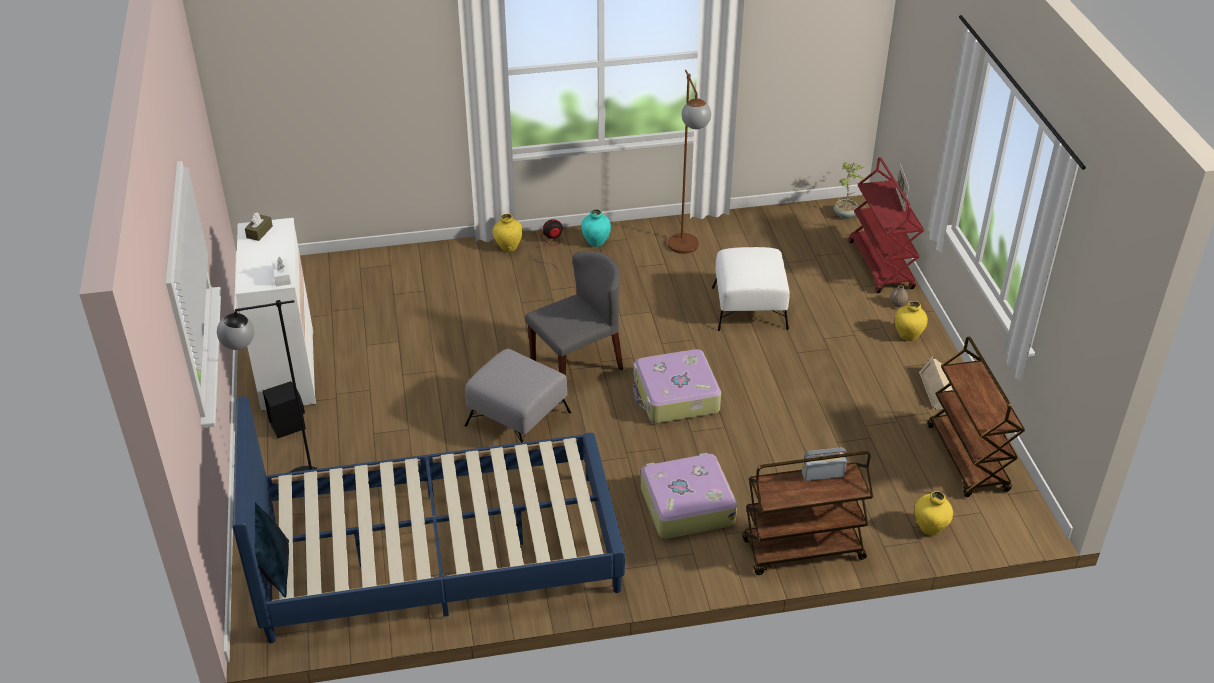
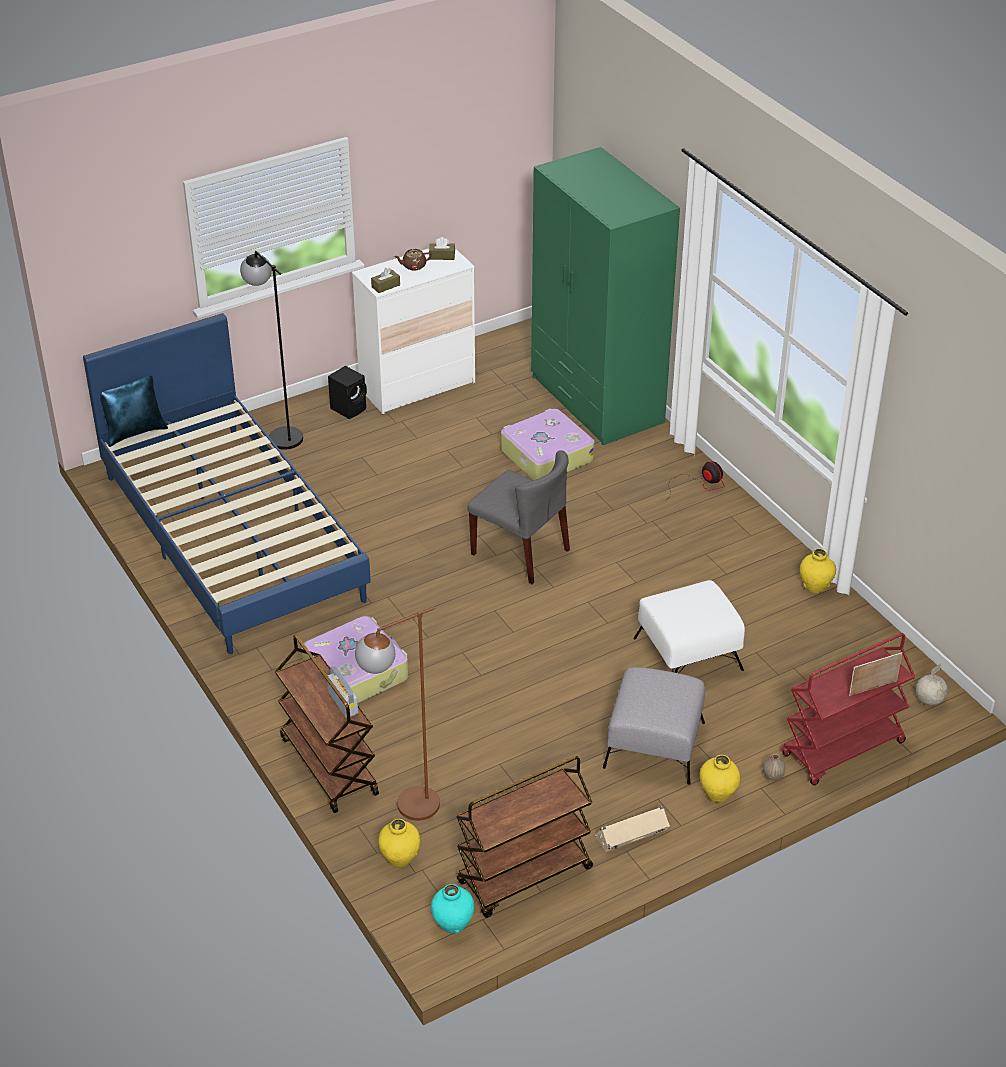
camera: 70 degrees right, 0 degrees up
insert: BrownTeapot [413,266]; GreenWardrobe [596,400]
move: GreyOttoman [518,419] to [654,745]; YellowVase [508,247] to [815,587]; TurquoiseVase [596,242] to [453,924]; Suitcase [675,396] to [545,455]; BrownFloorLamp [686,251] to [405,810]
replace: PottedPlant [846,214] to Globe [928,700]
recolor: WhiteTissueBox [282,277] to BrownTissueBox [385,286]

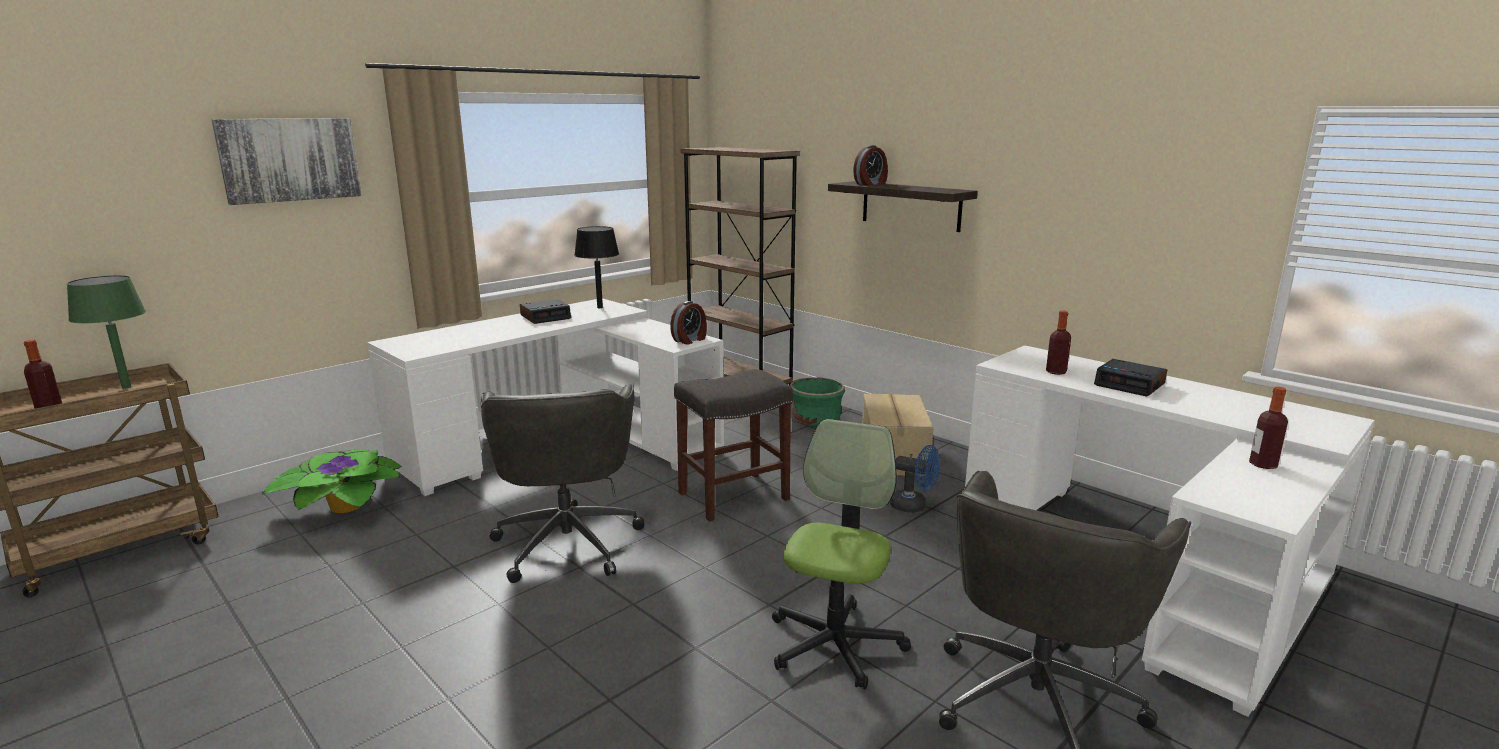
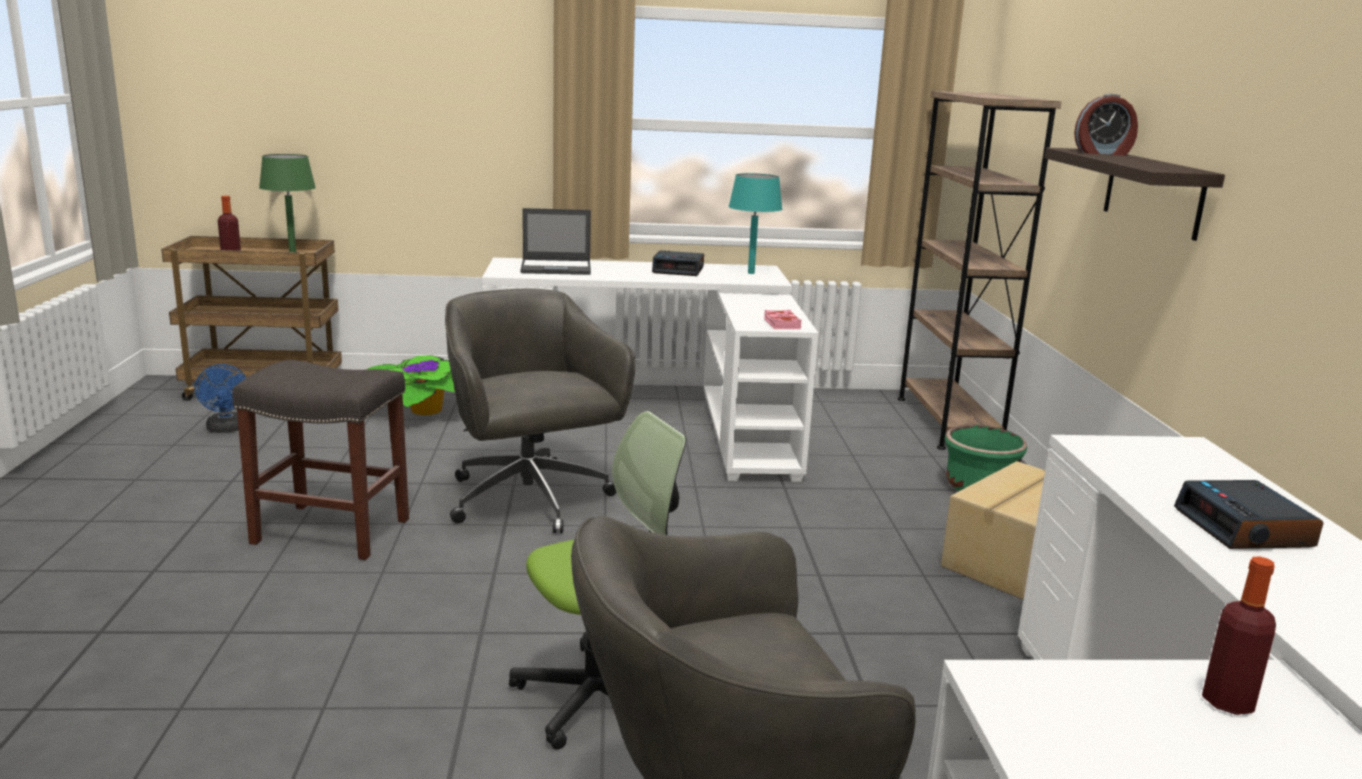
camera: 40 degrees right, 0 degrees up
delete: Picture [290,159]; Bottle [1056,372]
insert: Laptop [557,268]
move: GreyStool [732,497] to [329,531]; BlueFan [914,506] to [227,429]
replace: AlarmClock [690,340] to PinkBook [781,324]
recolor: BlackTableLamp [600,307] to TurquoiseTableLamp [751,273]
rotate: GreyOfficeChair [568,541] = [530,501] 120 degrees clockwise

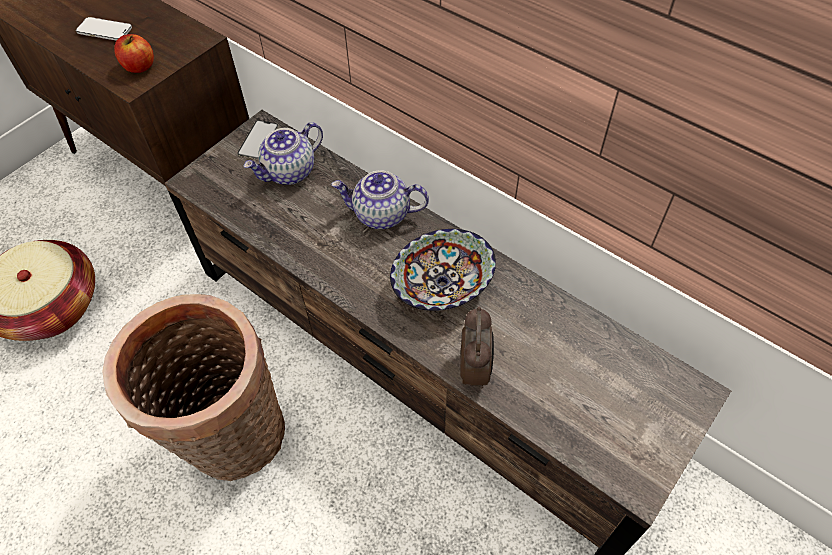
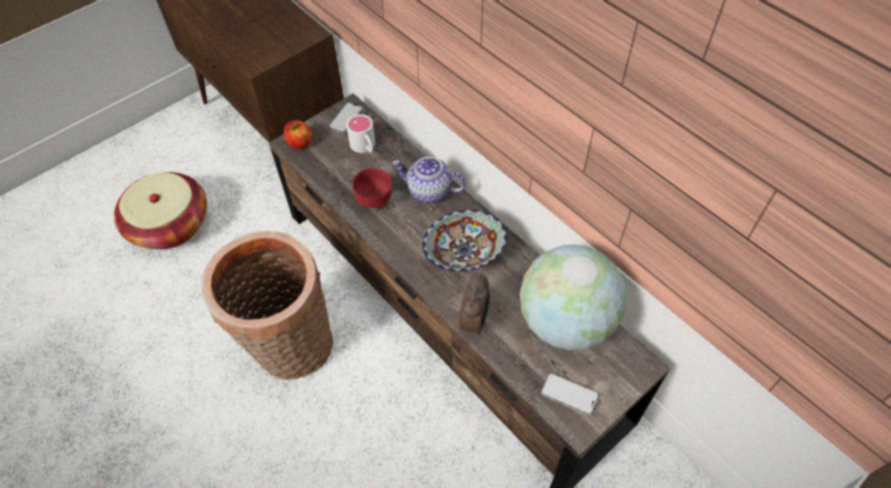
camera: 10 degrees right, 0 degrees up
insert: RedBowl [374,201]; Globe [565,322]
move: Phone [105,31] to [569,395]; Apple [139,66] to [300,143]
replace: Teapot [289,172] to WhiteMug [365,147]

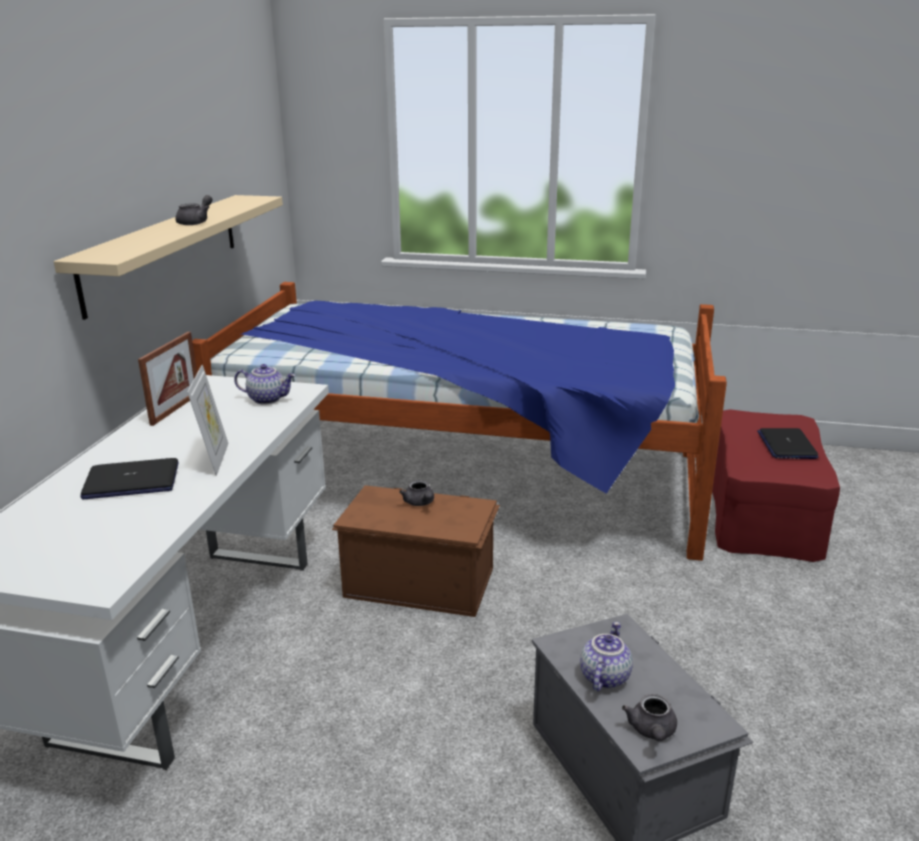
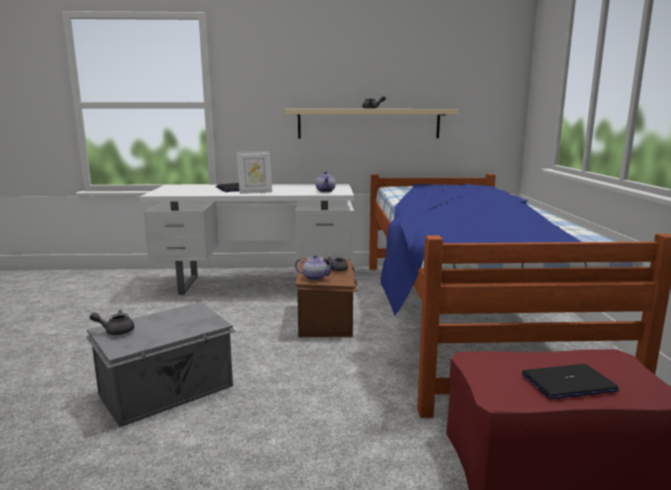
camera: 75 degrees right, 10 degrees down
delete: PictureFrame [176,408]
move: Teapot [603,676] to [315,277]

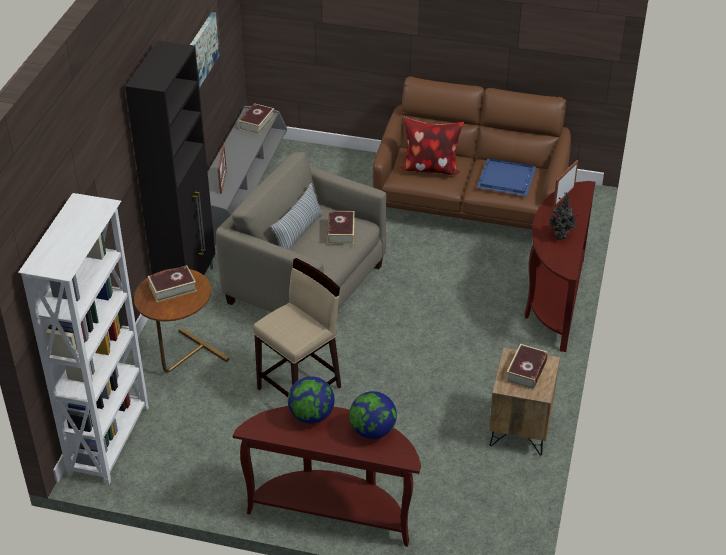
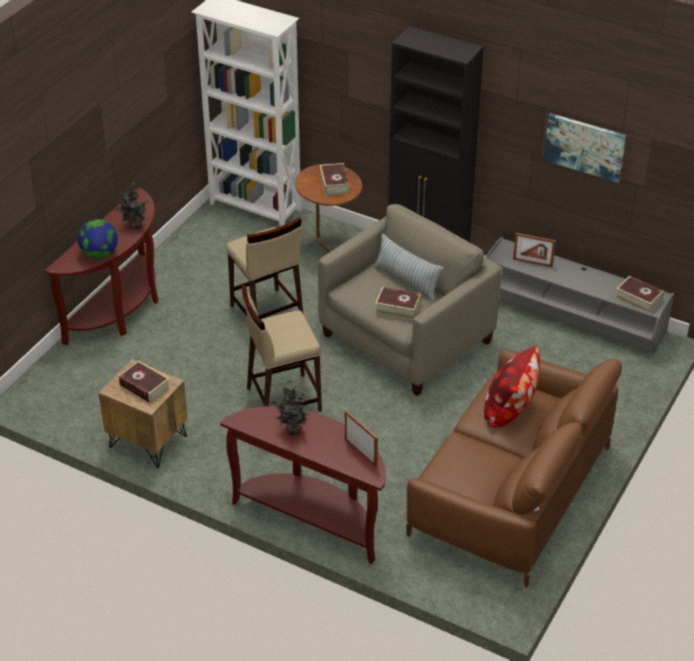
camera: 105 degrees right, 0 degrees up
delete: BlueTray [507,179]
insert: BeigeStool [282,399]
replace: Globe [311,415] to PottedPlant [135,226]

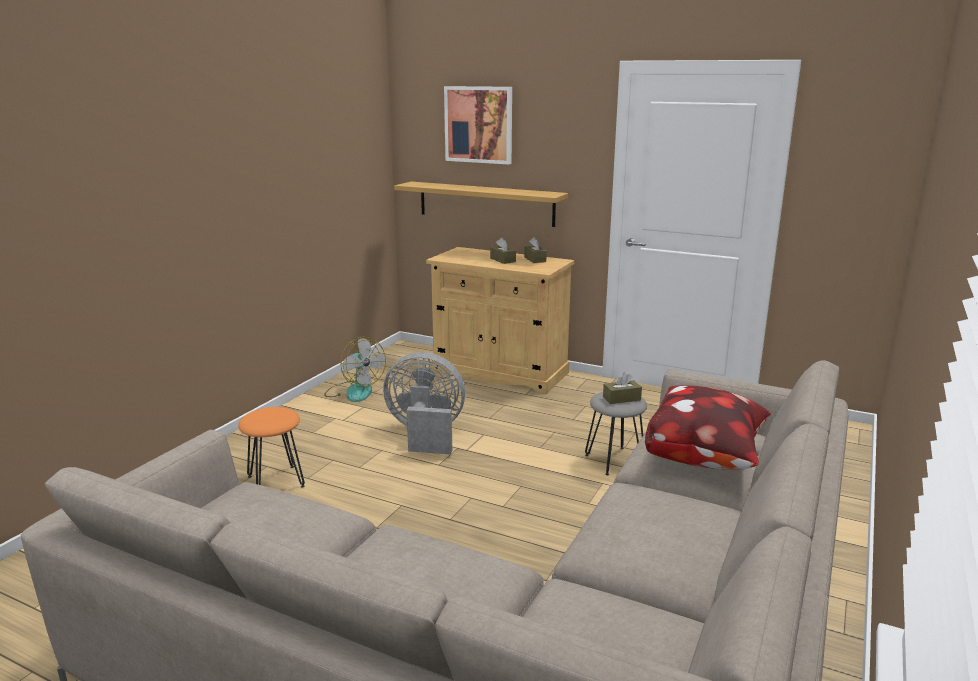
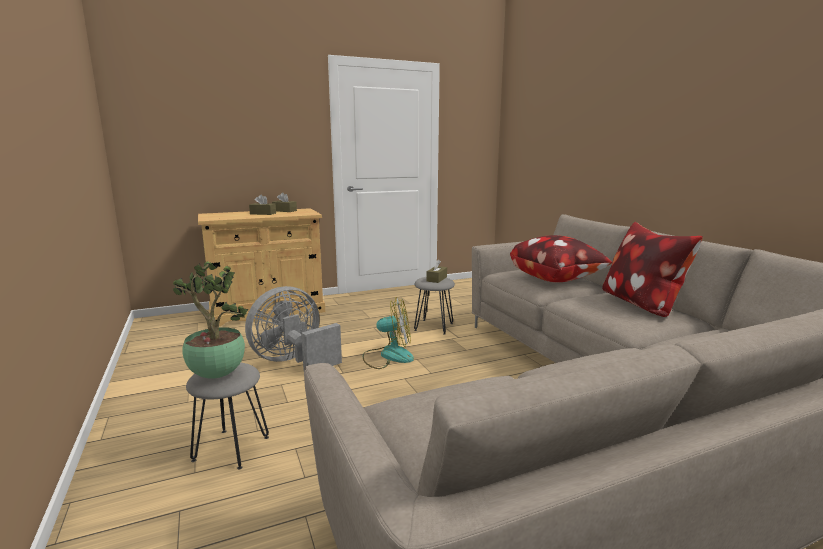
camera: 50 degrees left, 5 degrees down
delete: Shelf [485,203]; Picture [478,124]
insert: PottedPlant [215,375]; Pillow [641,305]
move: Fan [354,391] to [388,356]
recolor: OrangeStool [275,481] to GreyStool [230,448]

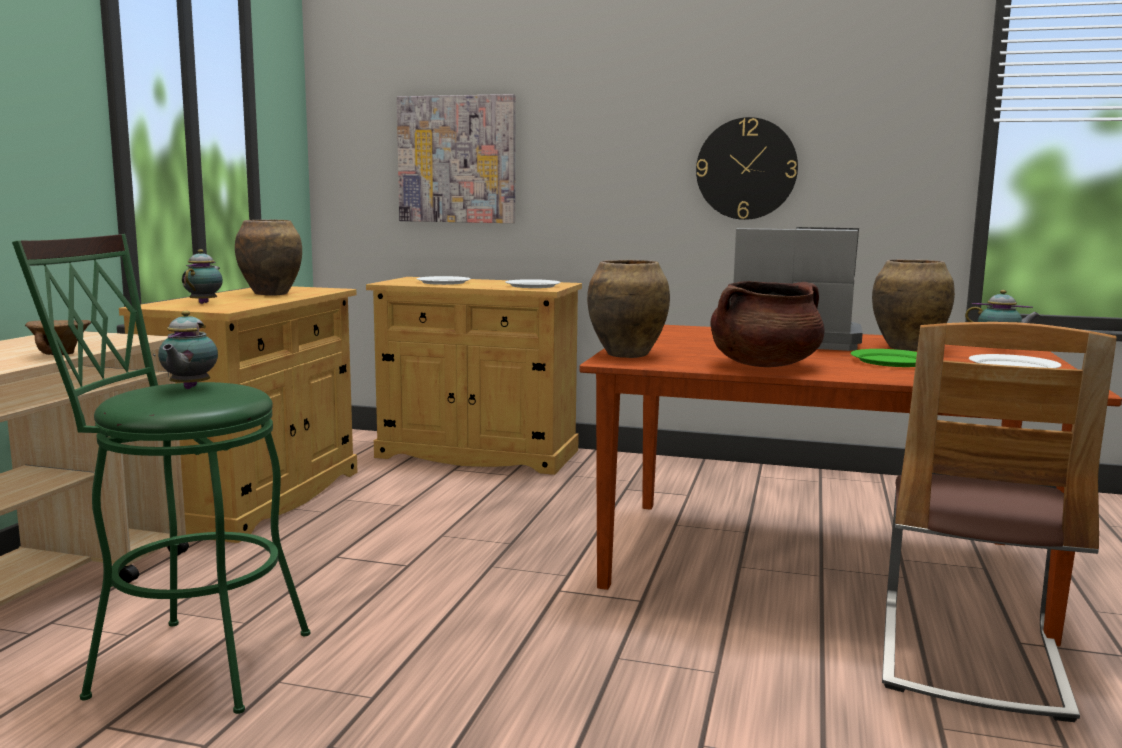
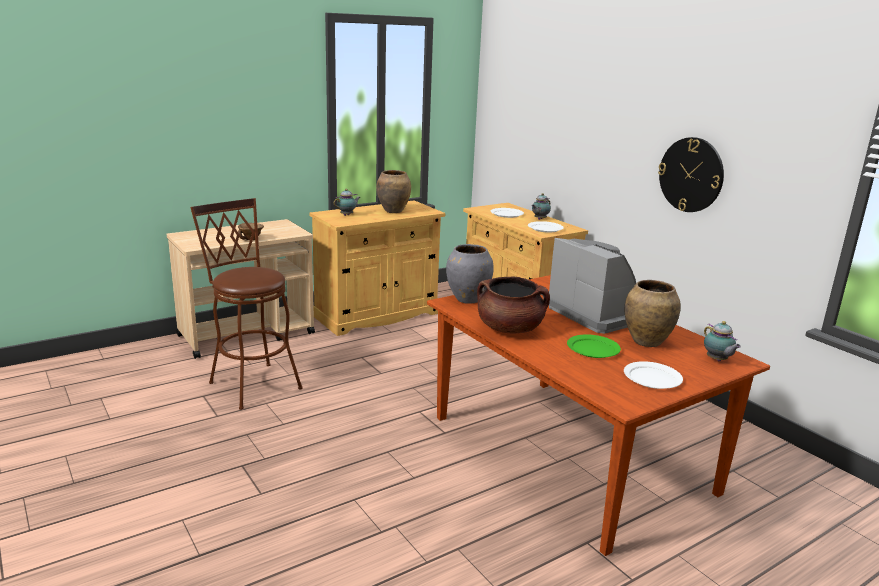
camera: 40 degrees right, 10 degrees up
delete: Picture [457,159]; Chair [970,658]
move: Teapot [188,388] to [539,219]
recolor: GreenStool [186,662] to BrownStool [252,382]; BrownVase [627,354] to GreyVase [468,299]

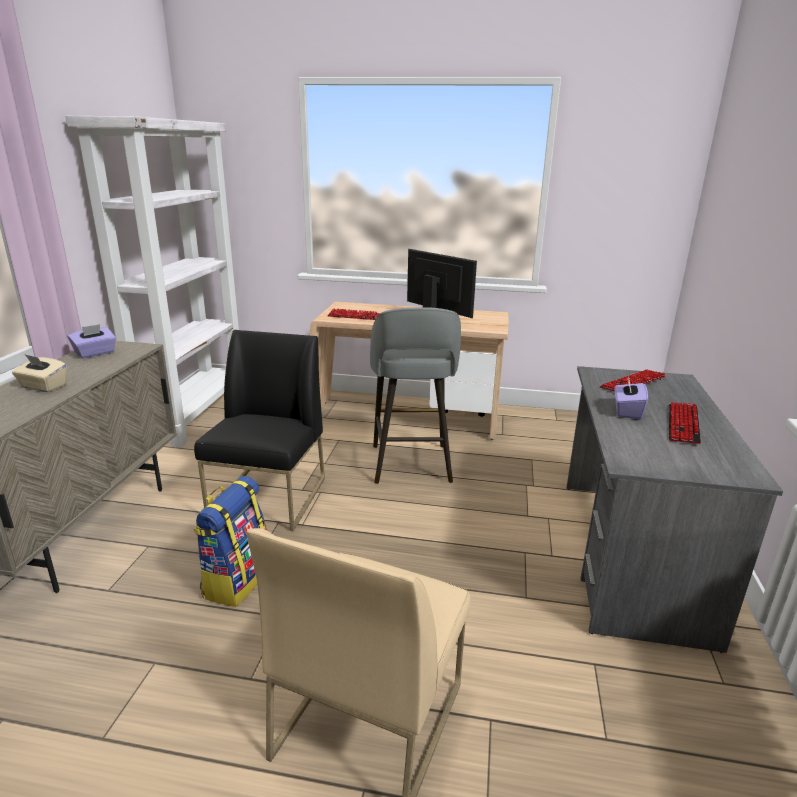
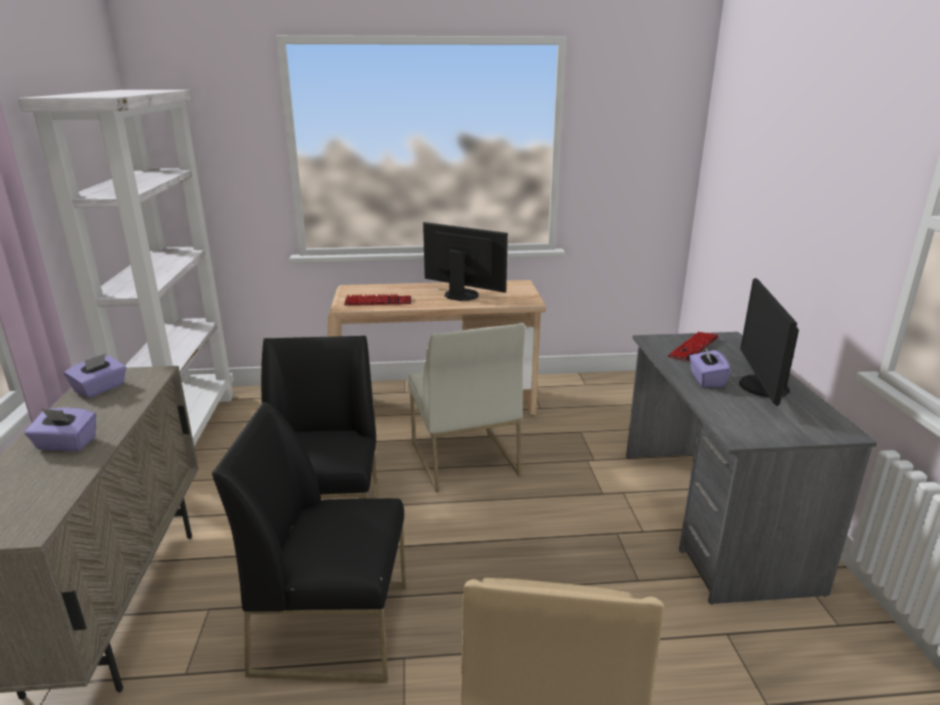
camera: 15 degrees left, 0 degrees up
replace: Backpack [236,579] to BlackChair [334,626]; GreyStool [411,465] to WhiteChair [463,458]; Keyboard [683,424] to Monitor [761,386]
recolor: BeigeTissueBox [43,387] to PurpleTissueBox [66,444]

